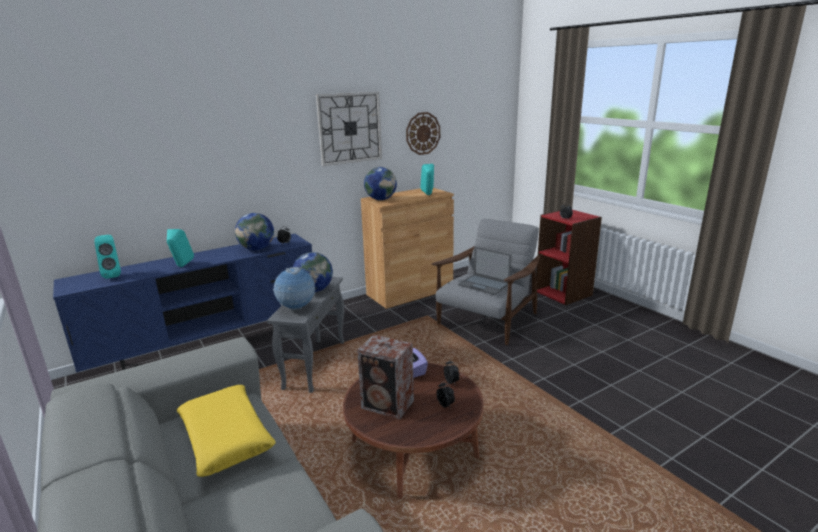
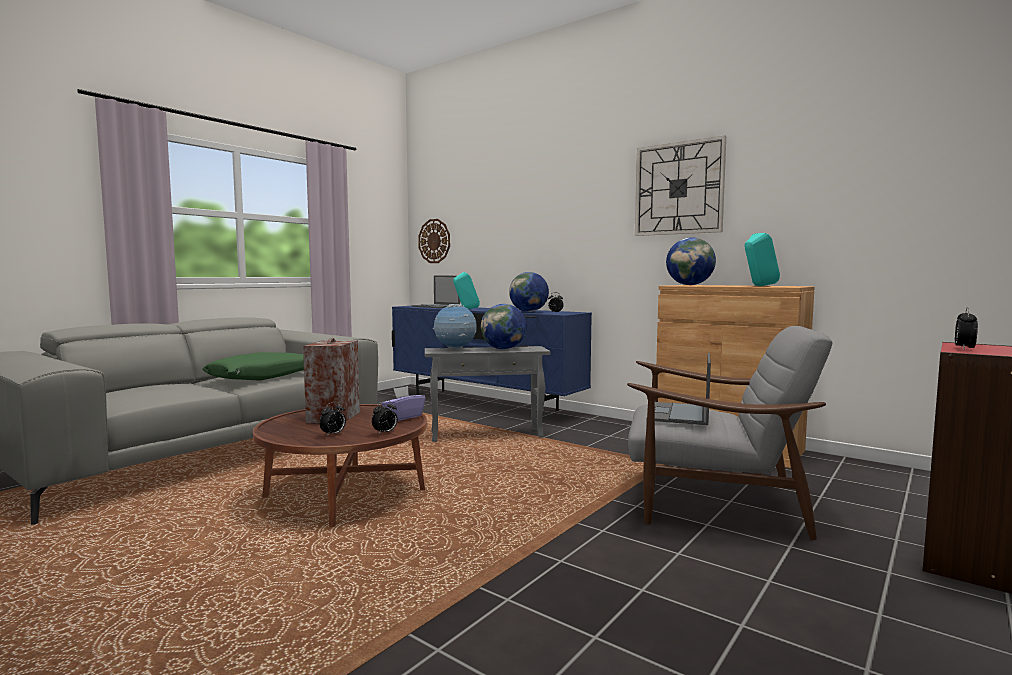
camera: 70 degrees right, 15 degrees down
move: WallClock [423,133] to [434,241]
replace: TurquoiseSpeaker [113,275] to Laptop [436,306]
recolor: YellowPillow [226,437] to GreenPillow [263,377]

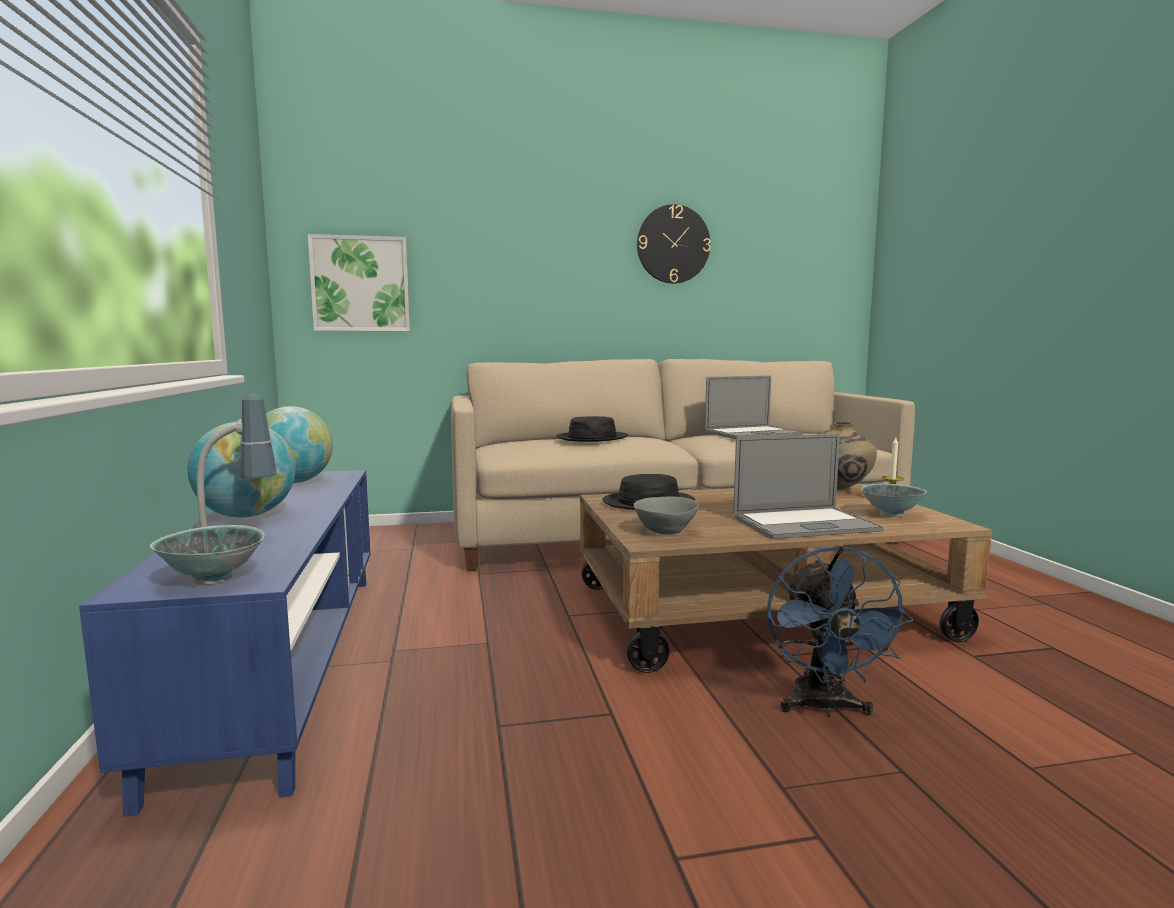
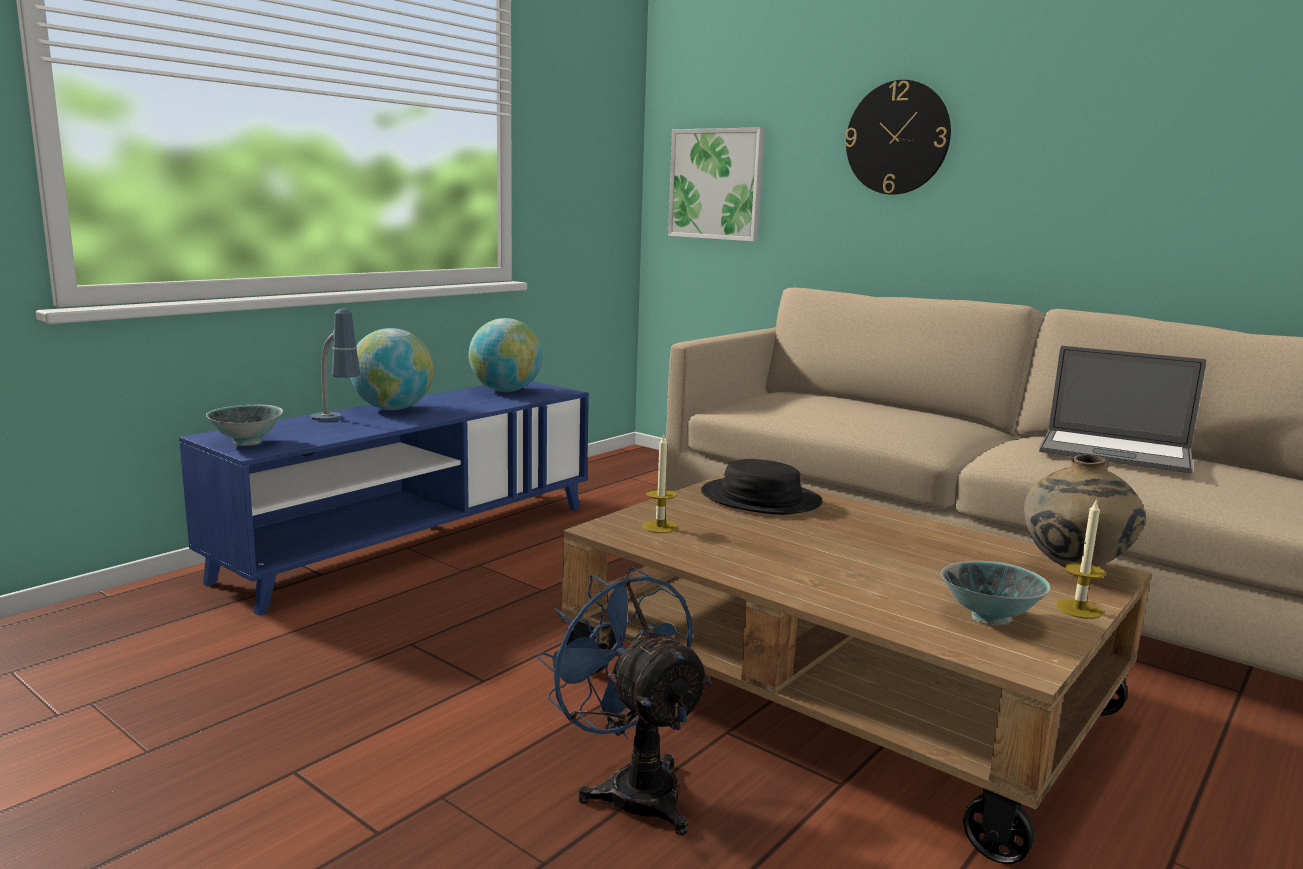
camera: 50 degrees right, 5 degrees up
delete: BlackHat [592,438]; Laptop [805,524]
move: WallClock [673,244] to [897,138]
replace: GreyBowl [664,531] to Candle [660,527]
rotate: BlueFan [824,708] = [631,787] 90 degrees clockwise

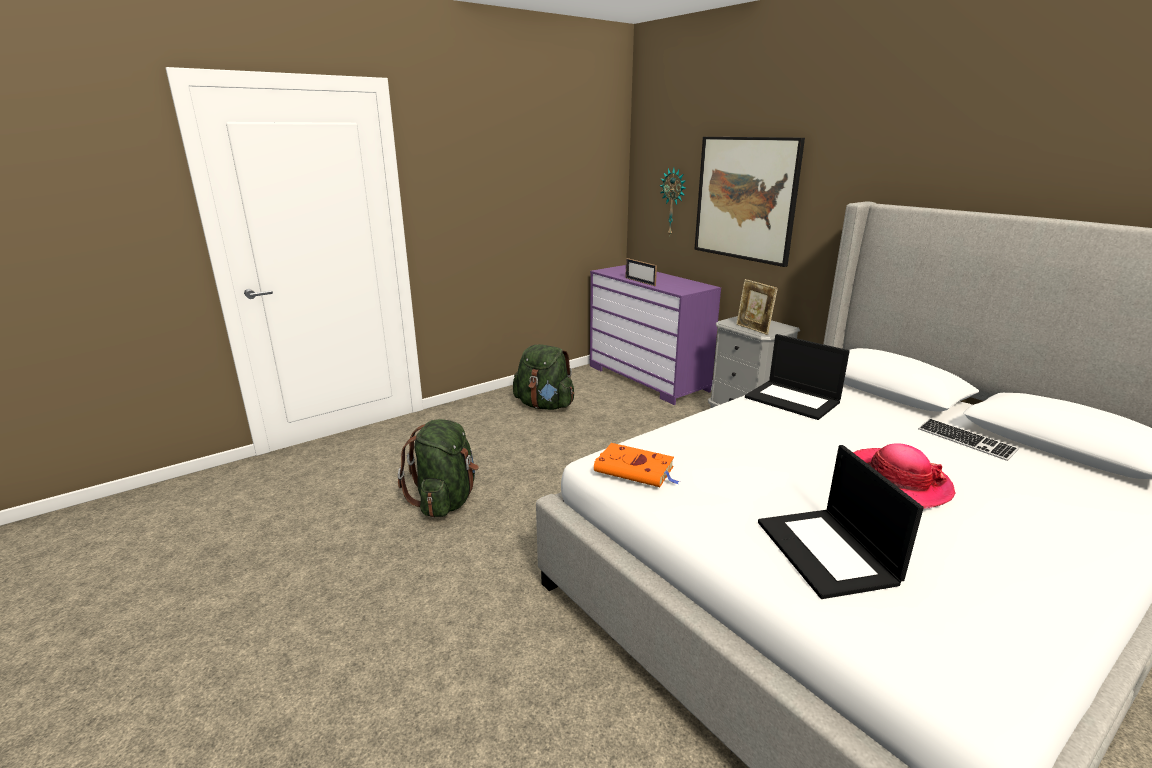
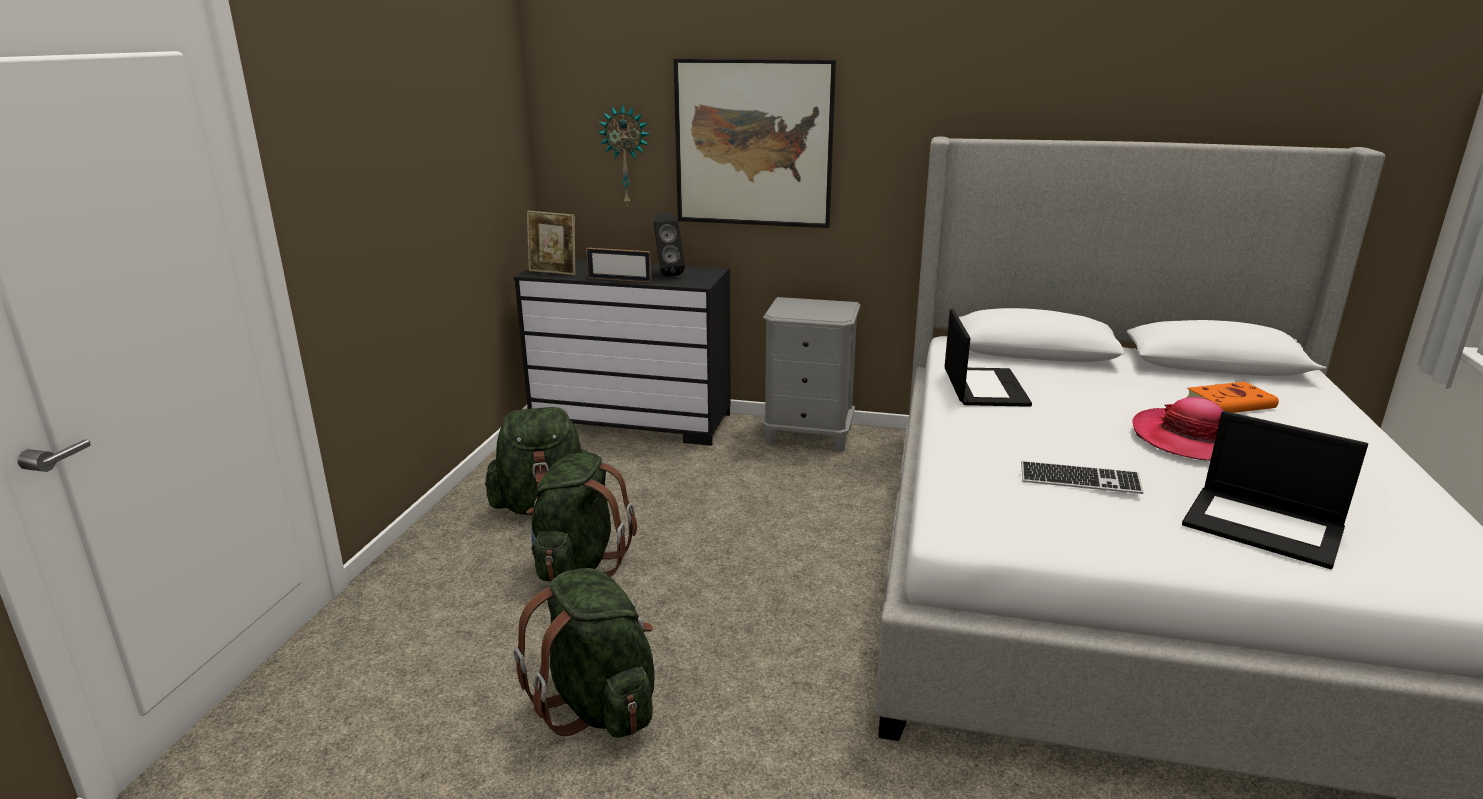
camera: 40 degrees left, 0 degrees up
insert: GreenBackpack [579,564]; BlackSpeaker [666,274]
move: OrangeBook [636,470] to [1231,403]; PictureFrame [753,329] to [553,272]; Keyboard [965,441] to [1080,480]
recolor: PurpleDresser [648,378] to BlackDresser [632,420]
rotate: Laptop [793,400] = [983,387] 90 degrees counterclockwise

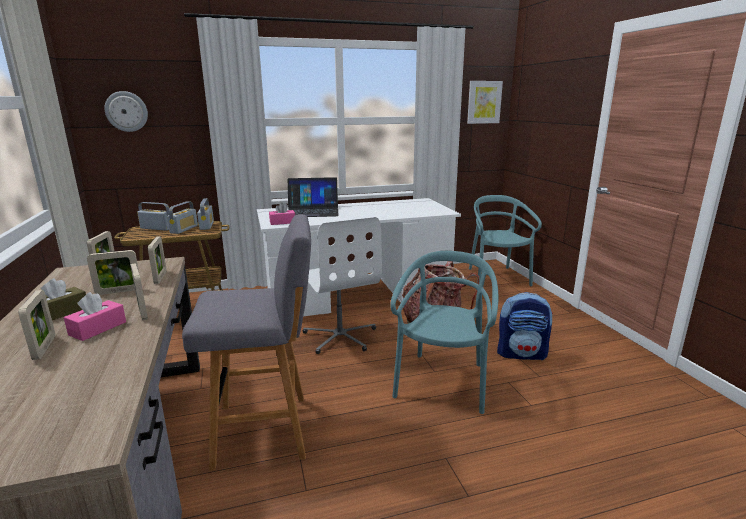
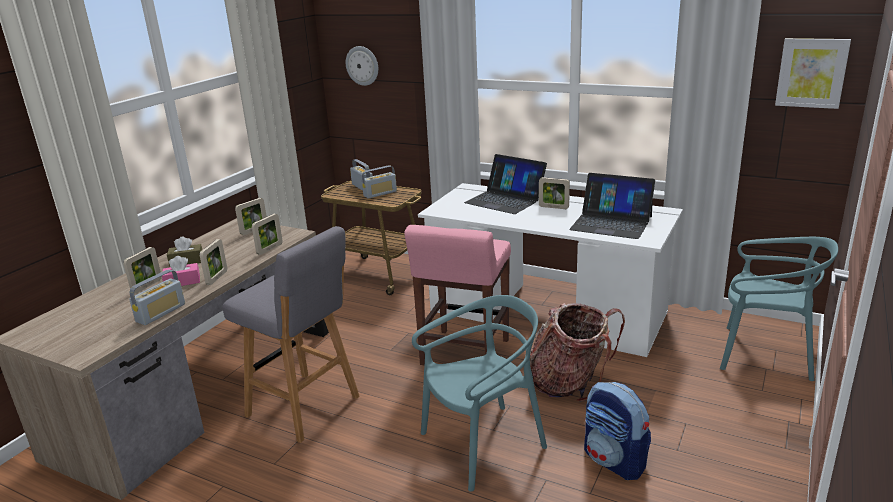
camera: 45 degrees right, 5 degrees up
delete: PinkTissueBox [282,222]
insert: Laptop [611,223]
move: PictureFrame [118,291] to [553,207]; Radio [207,225] to [161,313]
replace: WhiteOfficeChair [340,336] to PinkStool [464,353]
rotate: TurquoiseChair [496,278] = [765,355] 75 degrees clockwise

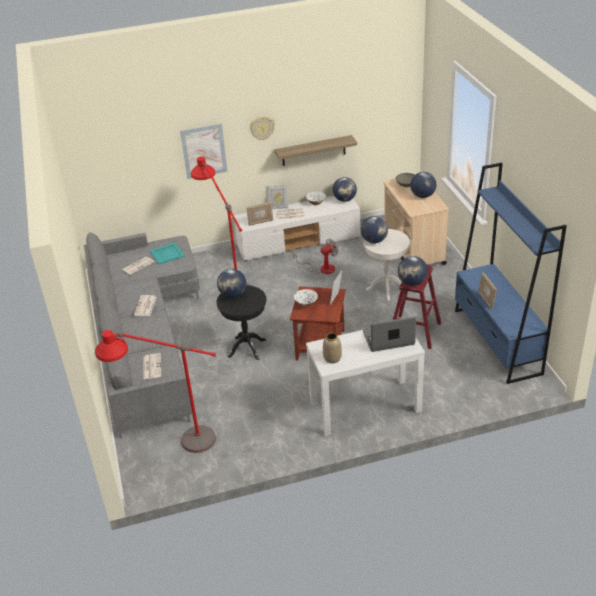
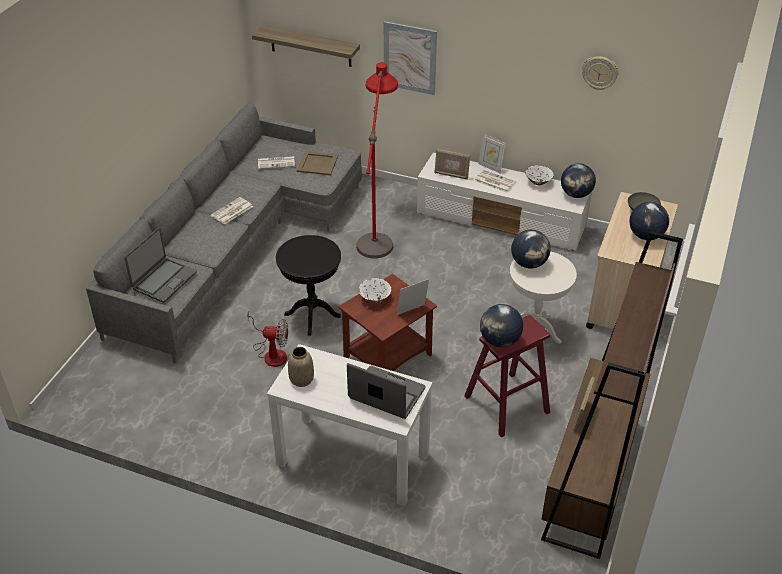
camera: 35 degrees right, 5 degrees up
delete: RedFloorLamp [174,446]; Globe [233,295]
move: WallClock [262,127] to [600,72]; Shelf [313,150] to [310,46]; Fan [322,268] to [271,353]
replace: Newspaper [152,366] to Laptop [164,280]
recolor: TurquoiseTray [167,254] to BeigeTray [317,163]; BlueBookcase [497,341] to BrownBookcase [591,478]

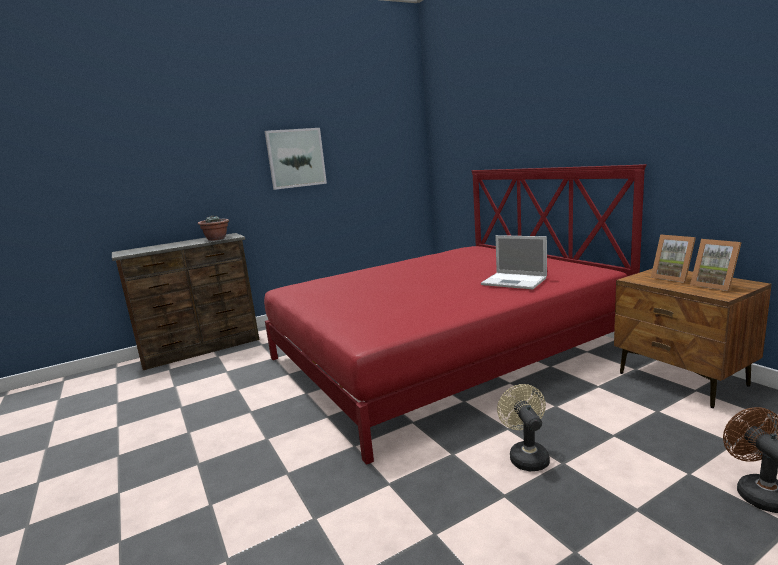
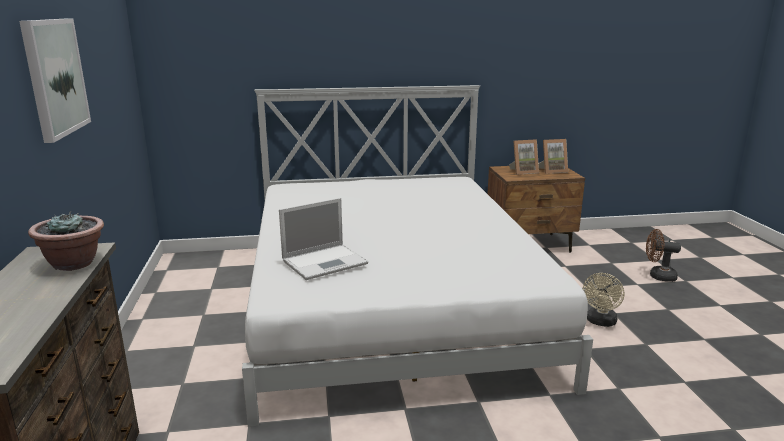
camera: 70 degrees left, 5 degrees up
move: Laptop [515,281] to [326,262]
recolor: RedBed [442,353] to WhiteBed [390,305]
rotate: BeigeFan [526,456] = [600,322] 75 degrees counterclockwise

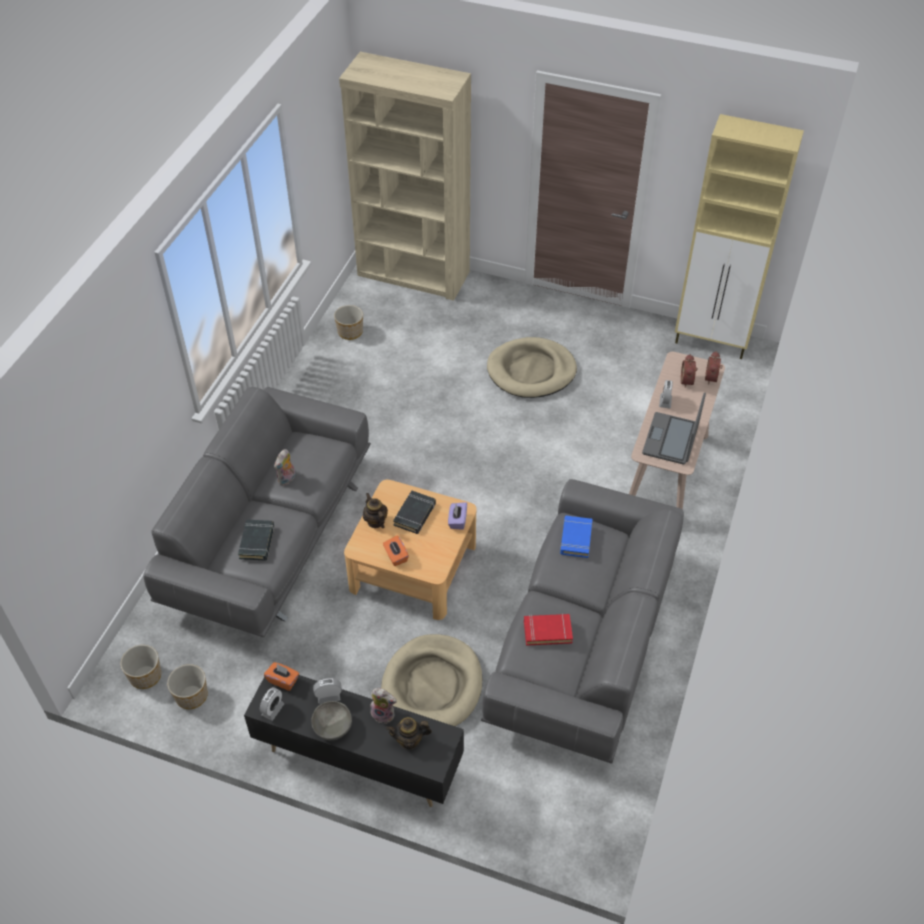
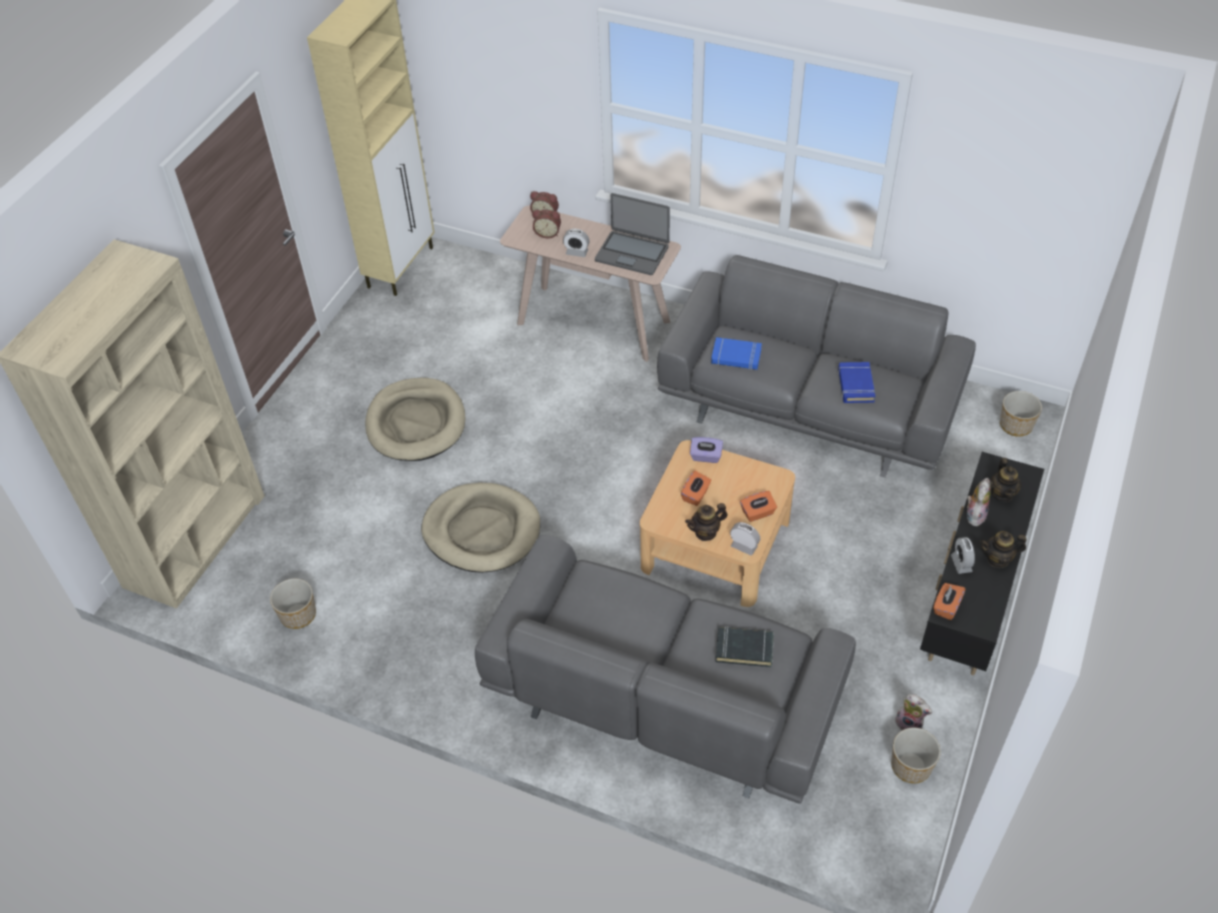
camera: 85 degrees left, 0 degrees up
move: Planter [146,676] to [1016,425]; AlarmClock [273,709] to [744,546]; PlushToy [287,479] to [910,723]; BeigeDogBed [432,686] to [482,531]
replace: GreyBowl [332,727] to Teapot [998,559]; BlackBook [415,514] to OrangeTissueBox [696,495]
recolor: RedBook [547,631] to BlueBook [855,385]

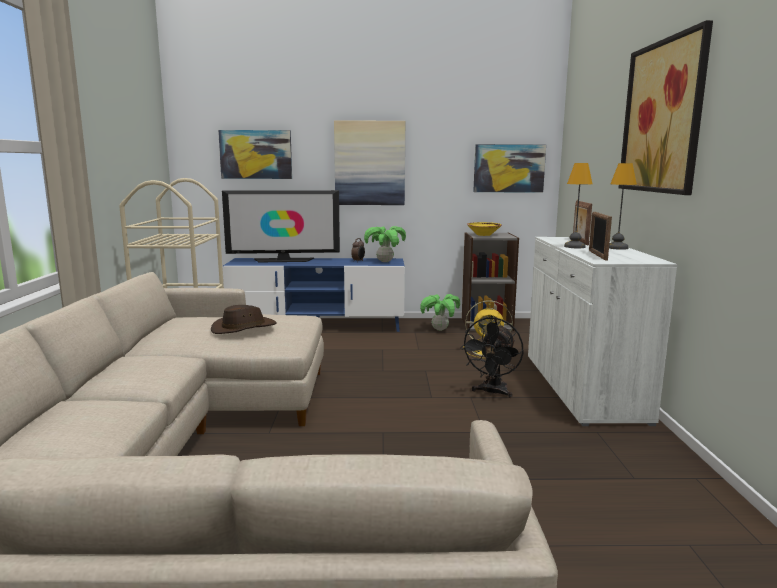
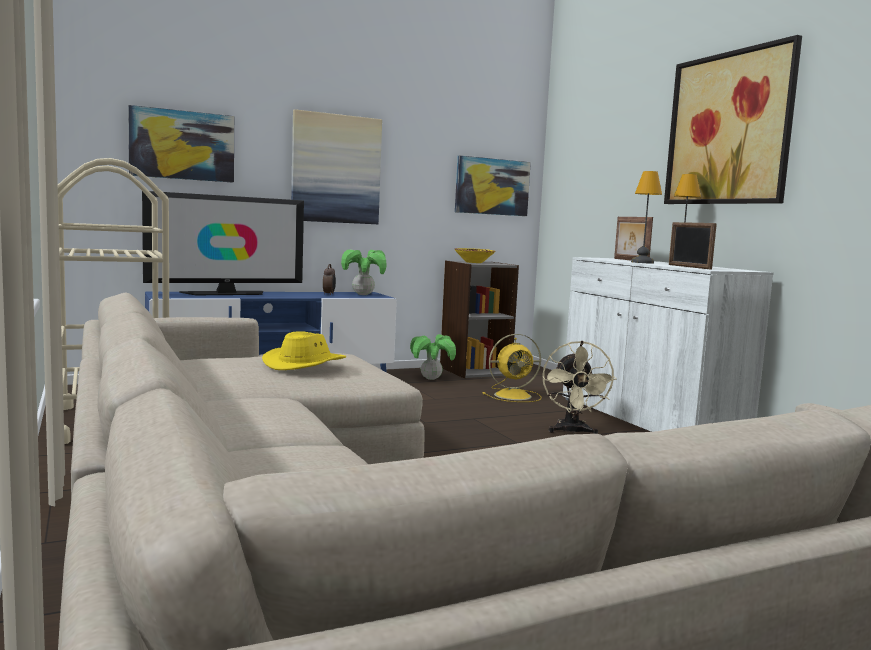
camera: 25 degrees left, 5 degrees down
recolor: BrownHat [243,328] to YellowHat [305,364]; BlackFan [492,392] to BeigeFan [572,432]

